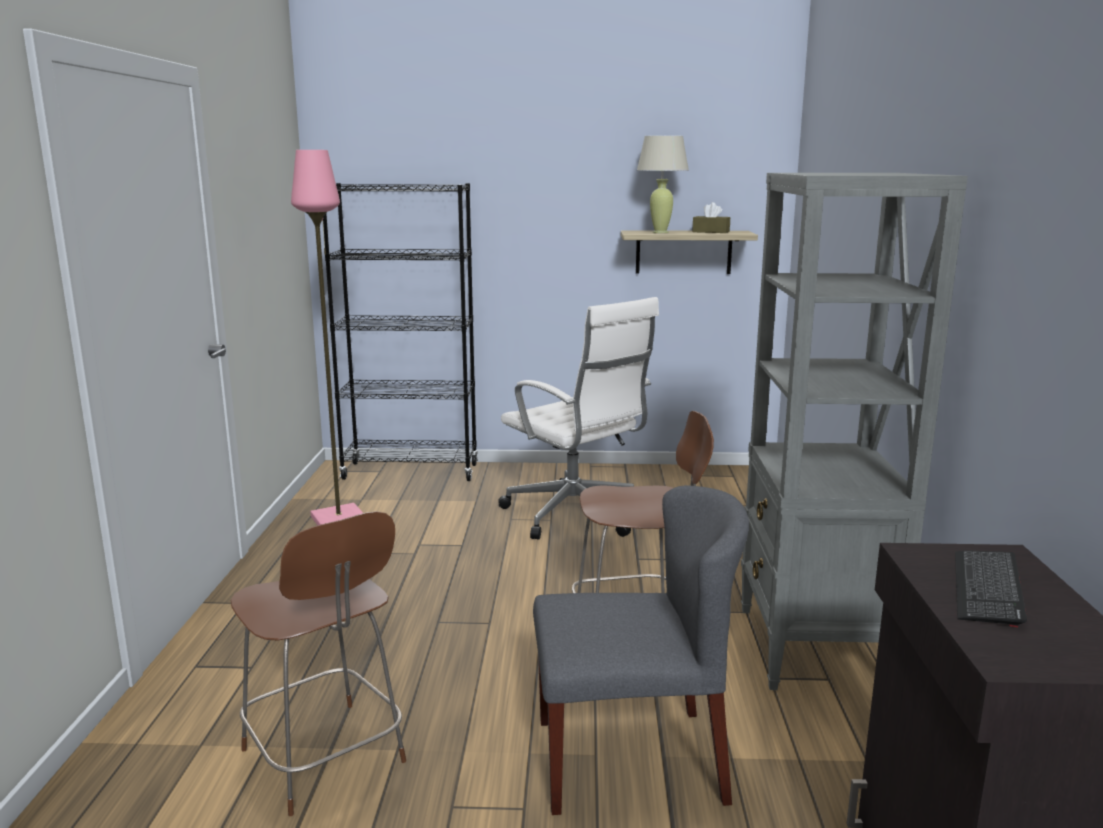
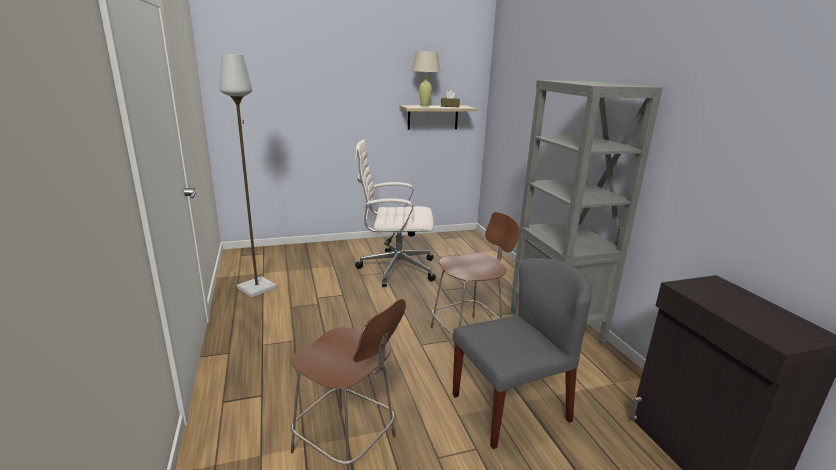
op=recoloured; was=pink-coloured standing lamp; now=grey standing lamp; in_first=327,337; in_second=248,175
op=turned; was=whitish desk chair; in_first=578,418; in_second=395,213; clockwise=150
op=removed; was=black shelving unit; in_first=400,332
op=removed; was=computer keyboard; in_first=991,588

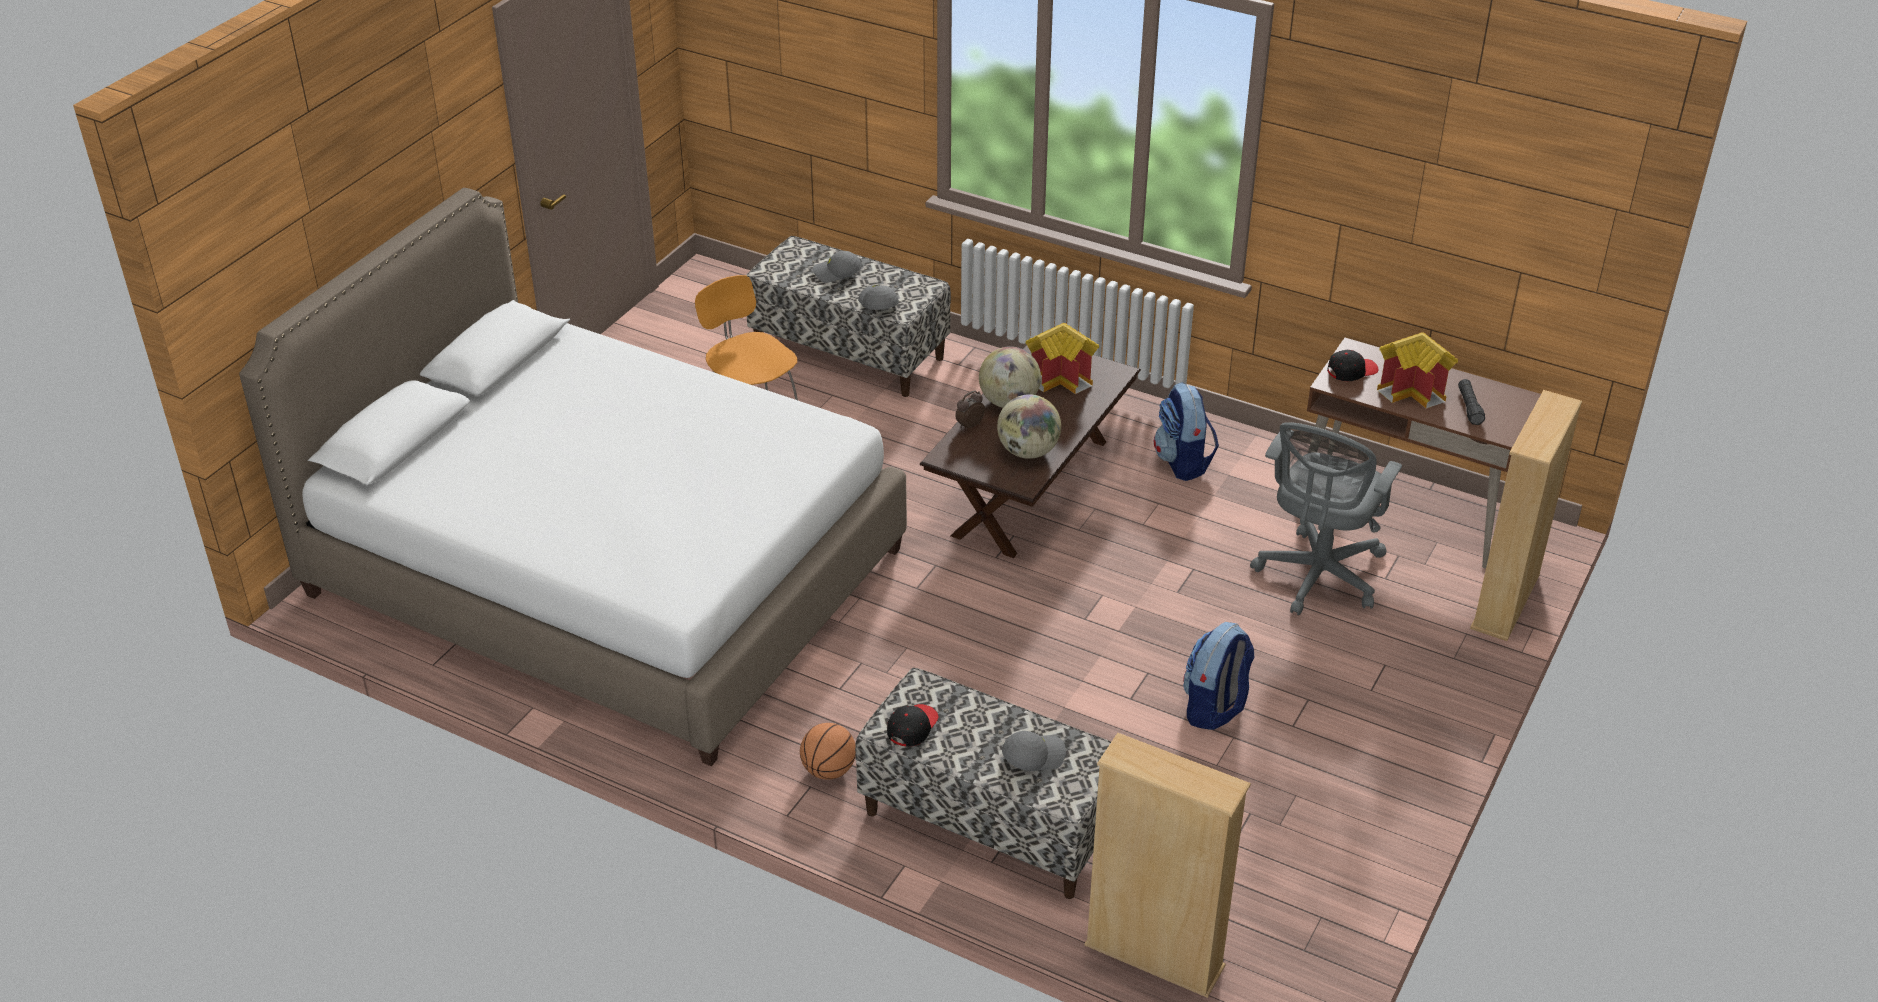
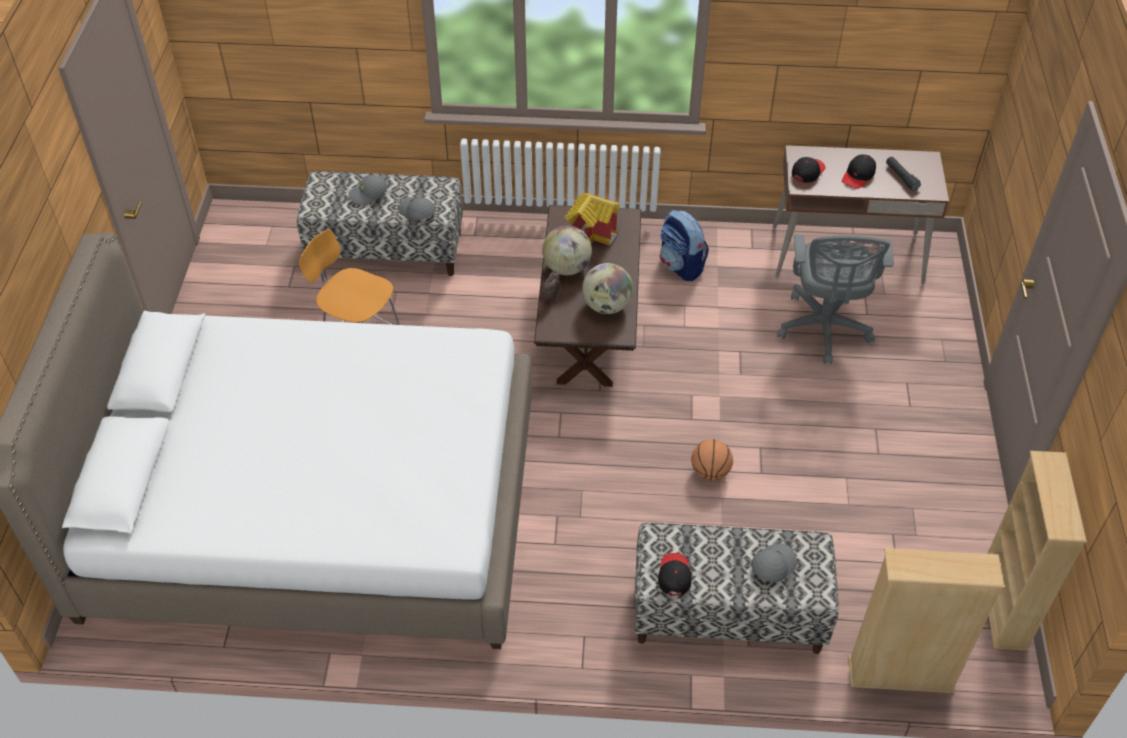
op=moved; was=basketball; in_first=828,751; in_second=712,460
op=replaced; was=toy house; now=black baseball cap; in_first=1417,370; in_second=859,171
op=moved; was=beige shelving unit; in_first=1526,515; in_second=1037,551
op=removed; was=knapsack; in_first=1219,676

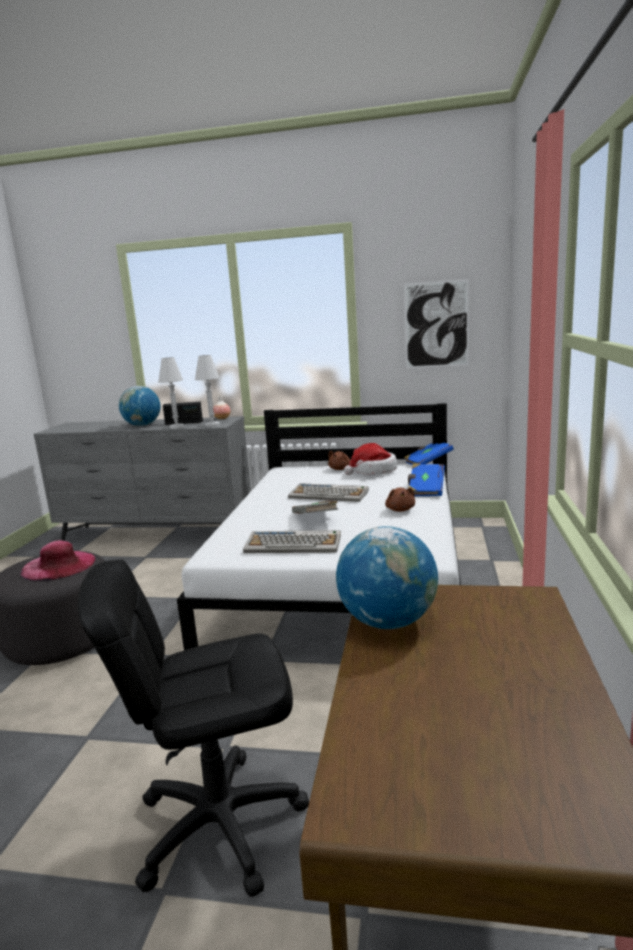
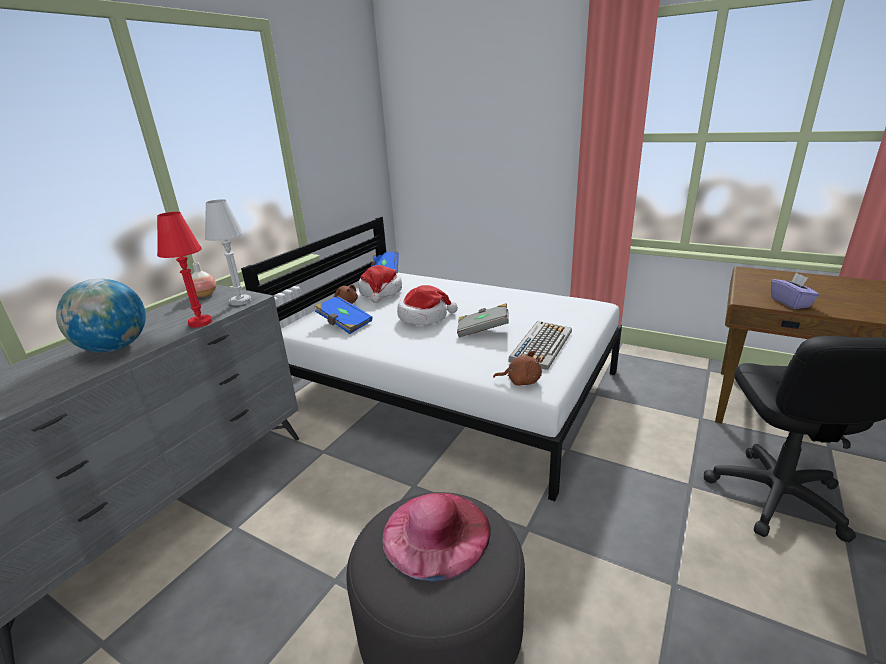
op=recoloured; was=whitish lamp for a table; now=reddish lamp for a table; in_first=171,393; in_second=184,270
op=moved; was=blue-coloured book; in_first=426,479; in_second=344,315
op=replaced; was=computer keyboard; now=wearable hat; in_first=328,492; in_second=427,305
op=moved; was=brownish cuddly toy; in_first=400,500; in_second=517,368
op=replaced; was=globe; now=purple tissue holder; in_first=387,577; in_second=795,291
op=removed; was=radio receiver; in_first=183,413
op=removed; was=wall art; in_first=436,323

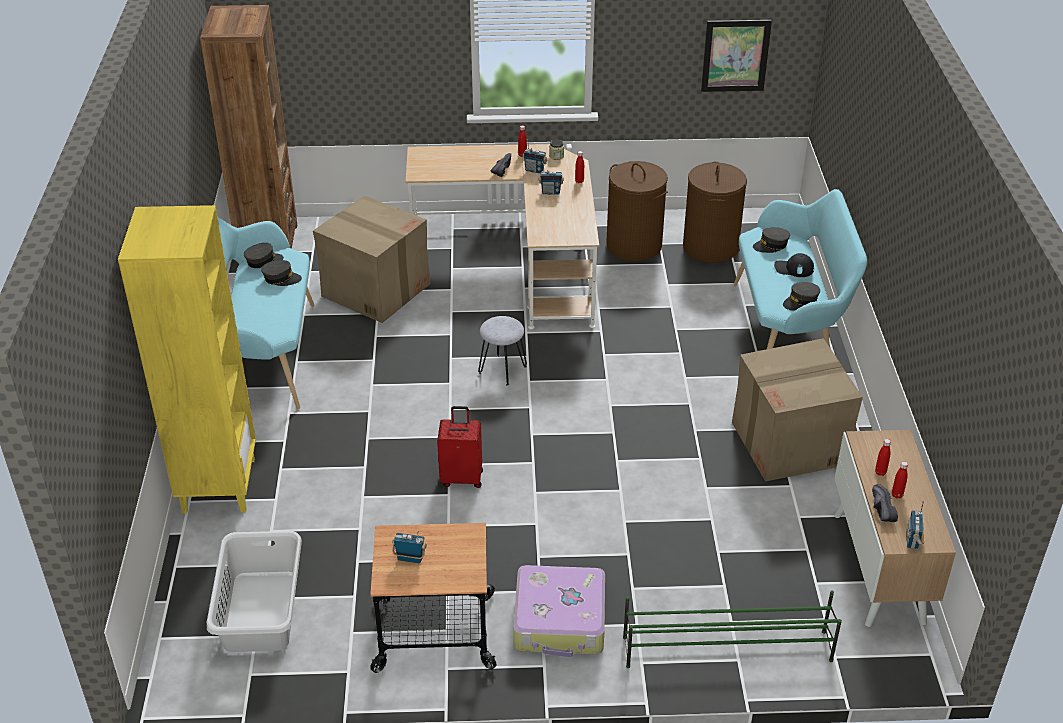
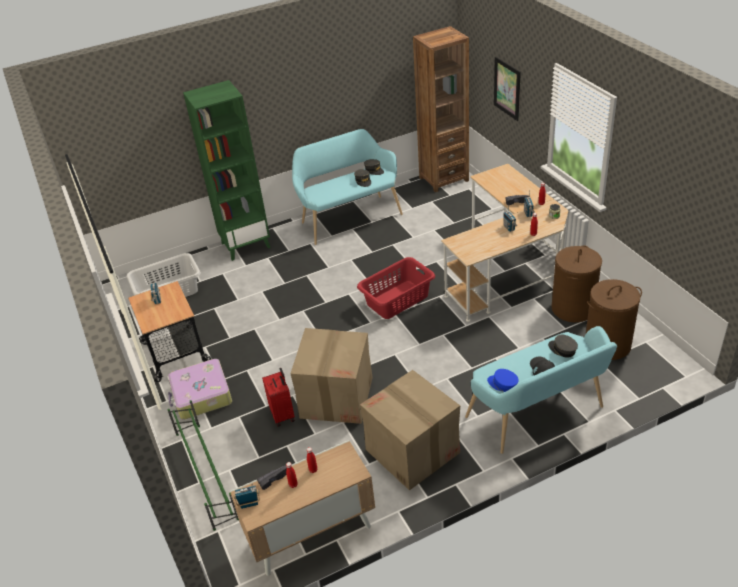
op=recoloured; was=yellow shelving unit; now=green-coloured shelving unit; in_first=187,359; in_second=227,170
op=moved; was=reddish piece of luggage; in_first=460,447; in_second=278,397
op=moved; was=carton; in_first=371,259; in_second=331,376
op=replaced; was=grey sitting stool; now=reddish washing basket; in_first=502,351; in_second=396,288
op=recoloured; was=grey baseball cap; now=blue-coloured baseball cap; in_first=801,296; in_second=503,380
op=moved; was=wall art; in_first=736,56; in_second=507,89

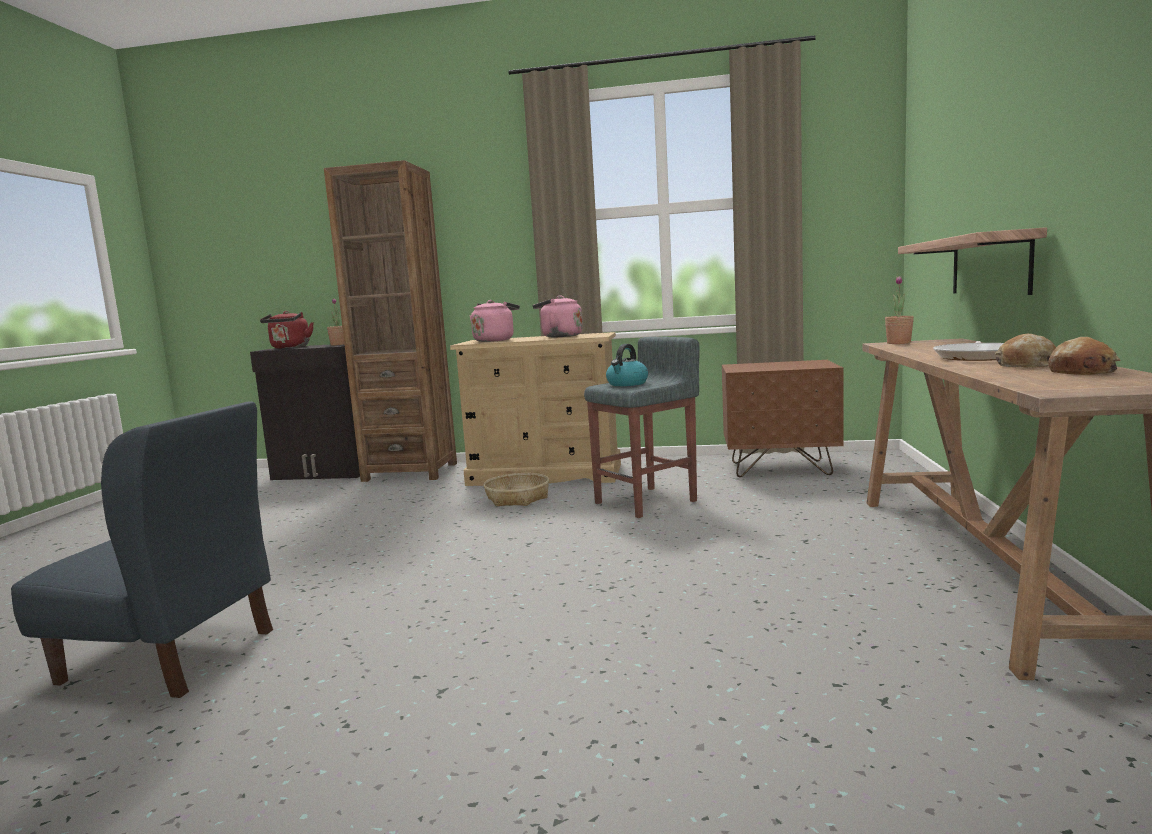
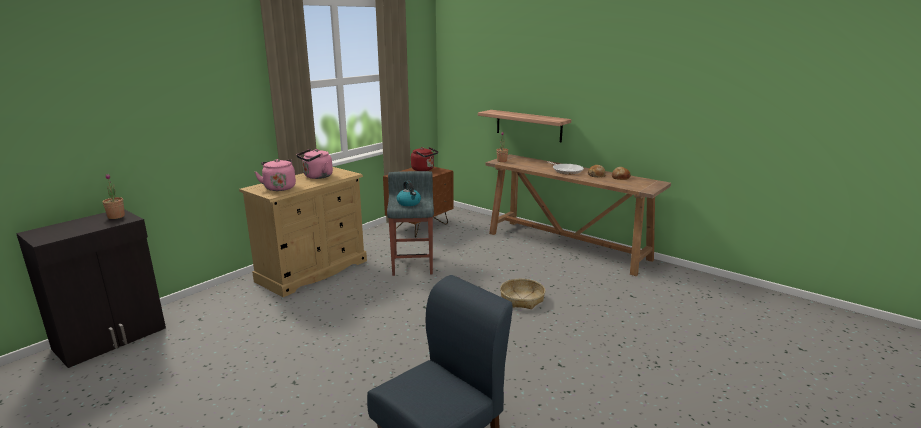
op=moved; was=reddish tea kettle; in_first=287,330; in_second=424,159
op=moved; was=basket; in_first=516,489; in_second=522,294
op=removed; was=brownish shelving unit; in_first=390,321

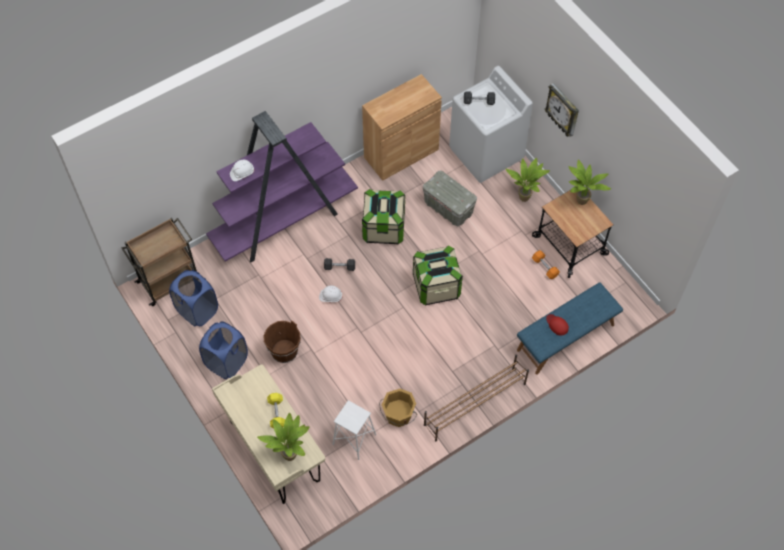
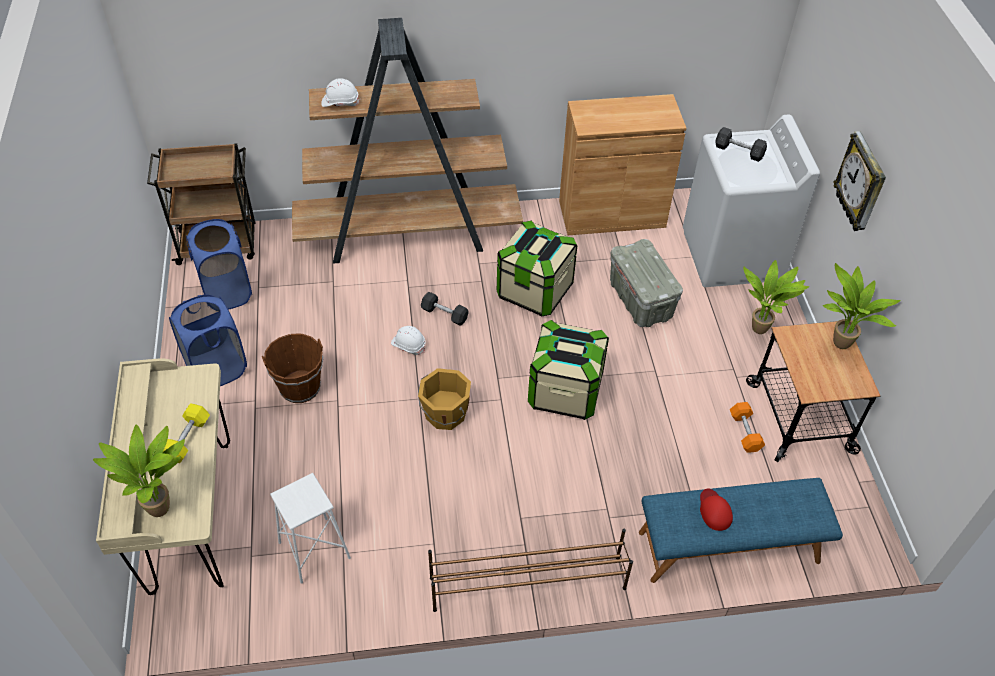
op=recoloured; was=purple shelving unit; now=brownish shelving unit; in_first=282,186; in_second=407,141
op=moved; was=orange-coloured water bucket; in_first=398,408; in_second=444,399

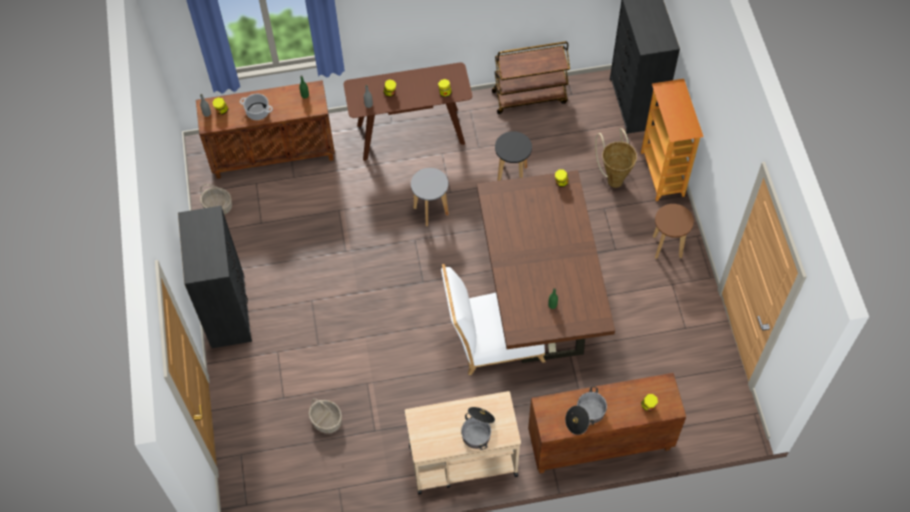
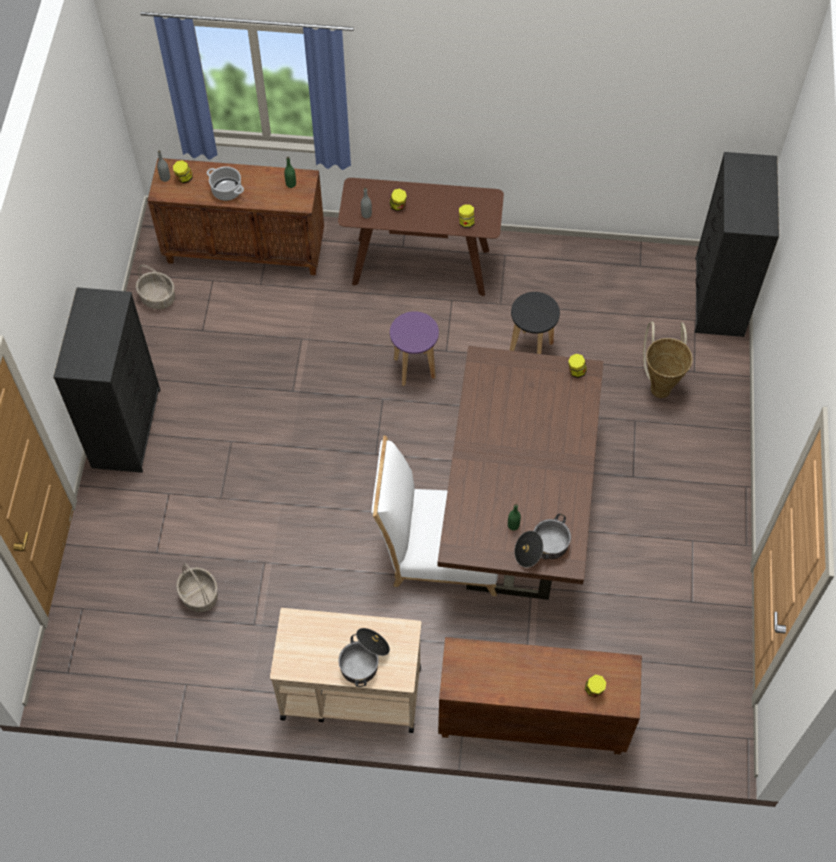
op=recoloured; was=grey sitting stool; now=purple sitting stool; in_first=430,197; in_second=414,348
op=moved; was=cooking pot; in_first=586,410; in_second=542,540
op=removed; was=brownish cart; in_first=531,77
op=removed; was=shelving unit; in_first=672,140
op=removed; was=brownish sitting stool; in_first=673,231

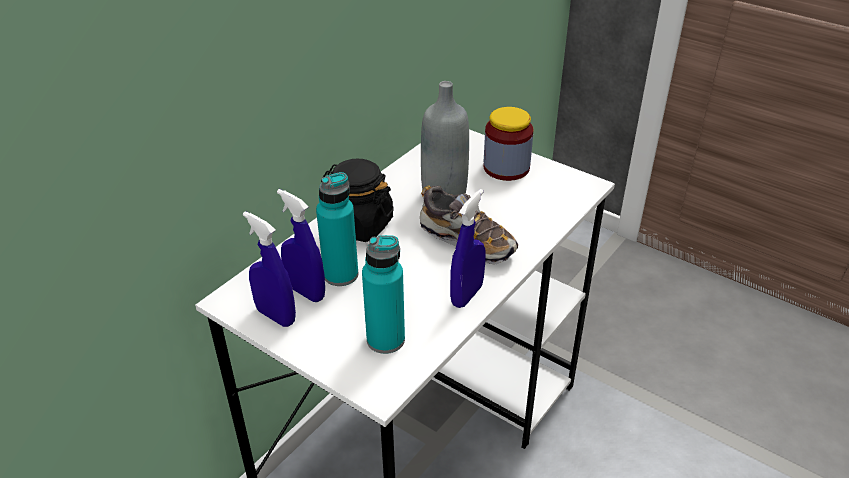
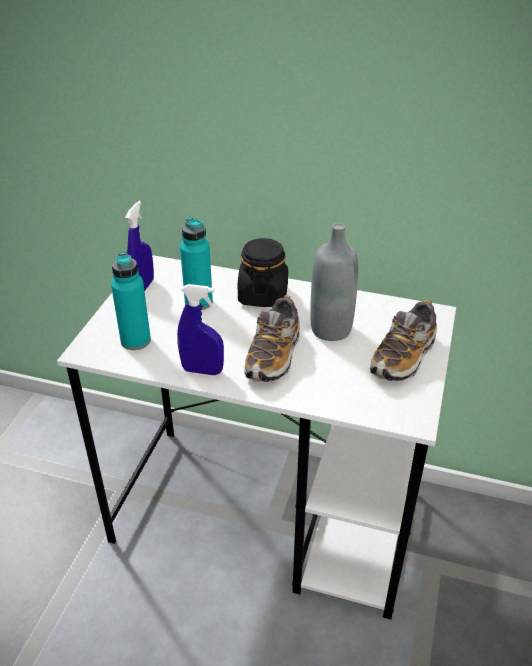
op=replaced; was=storage jar; now=low shoe; in_first=509,144; in_second=403,340
op=removed; was=blue-coloured spray bottle; in_first=301,245

